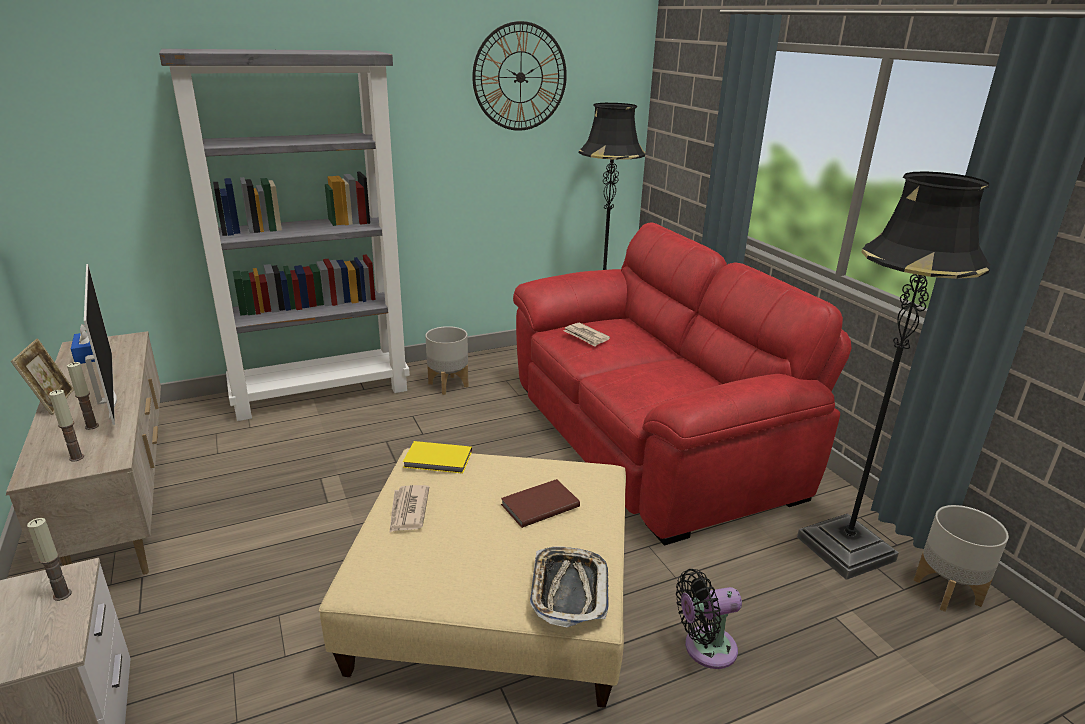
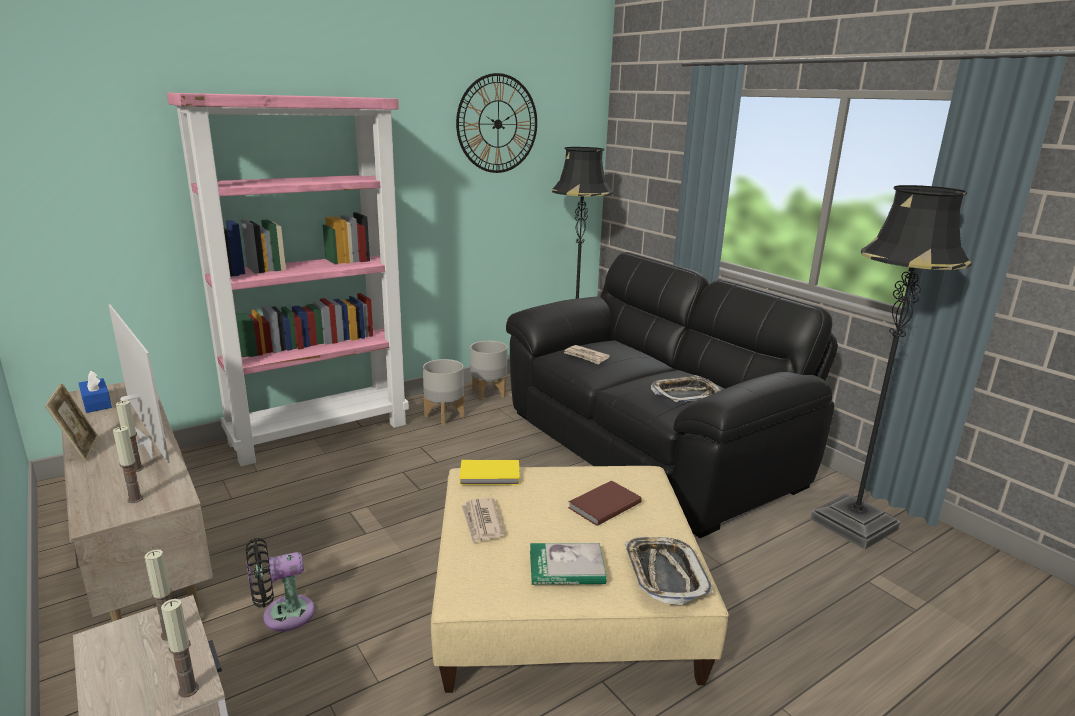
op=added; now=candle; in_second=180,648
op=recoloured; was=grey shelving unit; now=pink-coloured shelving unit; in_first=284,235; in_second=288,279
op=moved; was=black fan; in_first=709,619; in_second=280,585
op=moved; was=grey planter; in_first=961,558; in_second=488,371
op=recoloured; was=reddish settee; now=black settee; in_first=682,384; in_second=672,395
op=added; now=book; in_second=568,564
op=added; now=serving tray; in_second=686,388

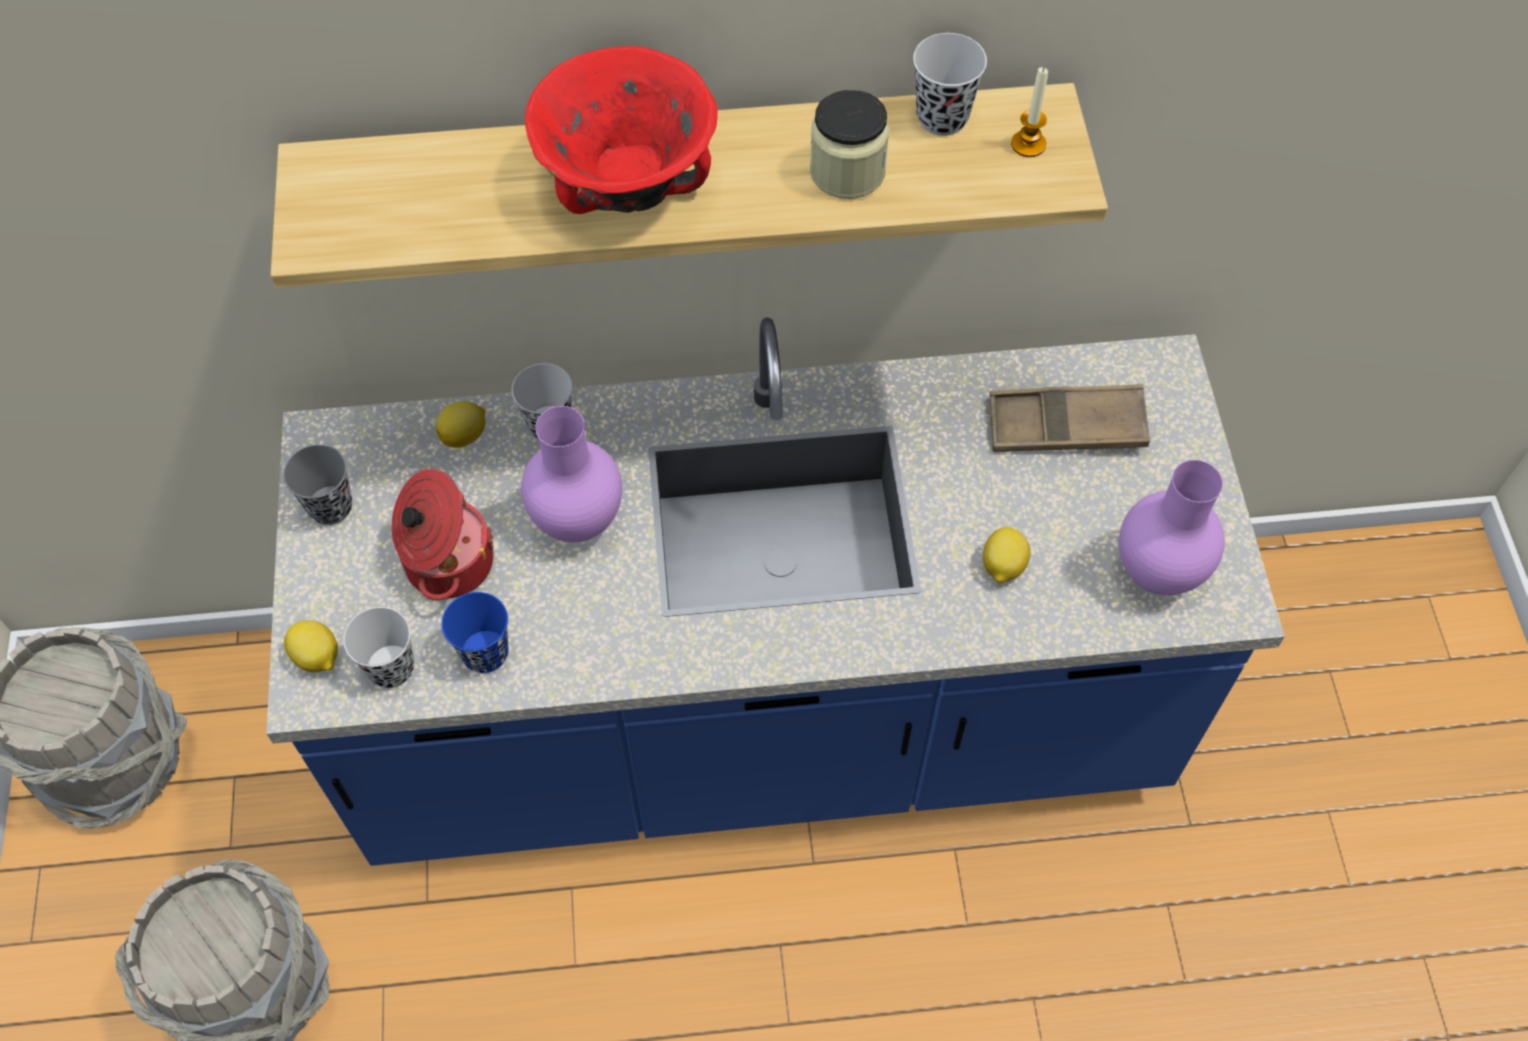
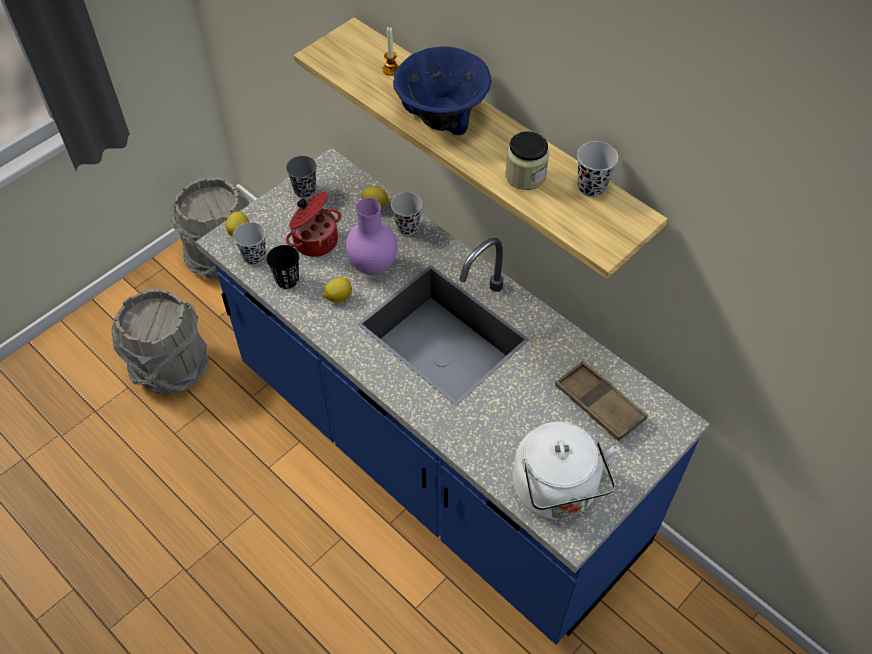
op=recoloured; was=blue-coloured drinking cup; now=black drinking cup; in_first=475,632; in_second=282,267
op=moved; was=whole lemon; in_first=1006,555; in_second=337,289
op=moved; was=candle; in_first=1029,112; in_second=390,51
op=recoloured; was=reddish bowl; now=blue-coloured bowl; in_first=621,130; in_second=442,90
op=replaced; was=purple vase; now=whitish tea kettle; in_first=1172,527; in_second=566,470

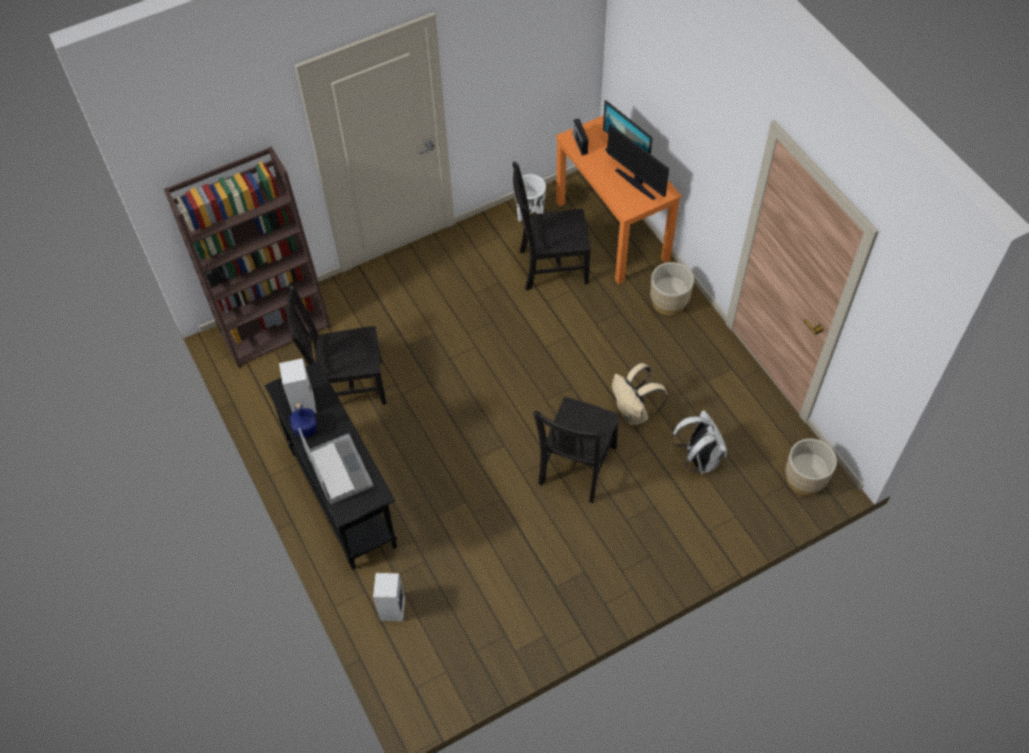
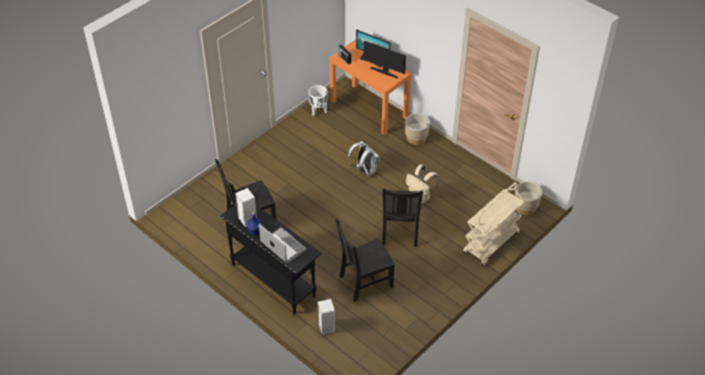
op=moved; was=black plain chair; in_first=552,226; in_second=365,260
op=moved; was=whitish knapsack; in_first=699,441; in_second=364,158
op=added; now=beige cart; in_second=493,224
op=removed; was=brownish shelving unit; in_first=247,257

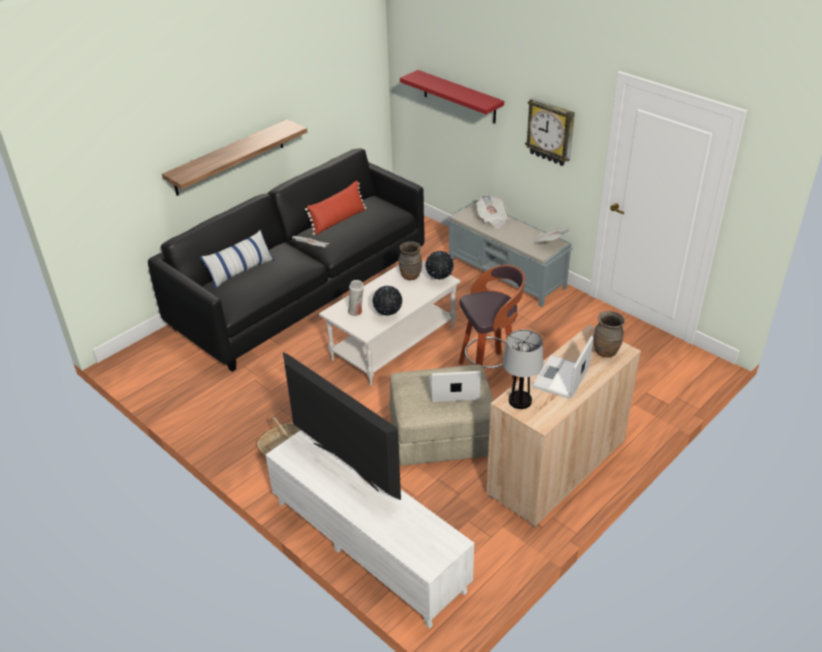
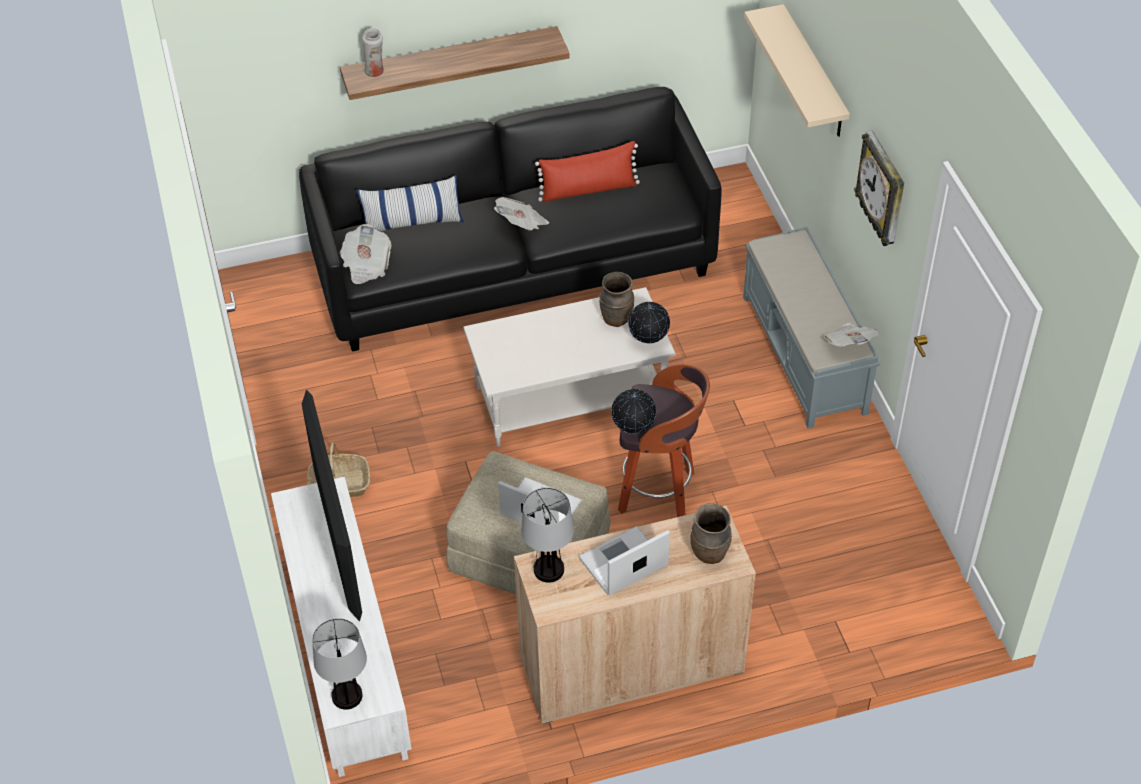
op=added; now=lamp for a table; in_second=339,664
op=moved; was=daily paper; in_first=493,212; in_second=366,254
op=moved; was=whitish vase; in_first=356,298; in_second=373,52
op=moved; was=globe; in_first=387,300; in_second=633,411
op=recoloured; was=reddish wall shelf; now=beige wall shelf; in_first=452,96; in_second=797,70

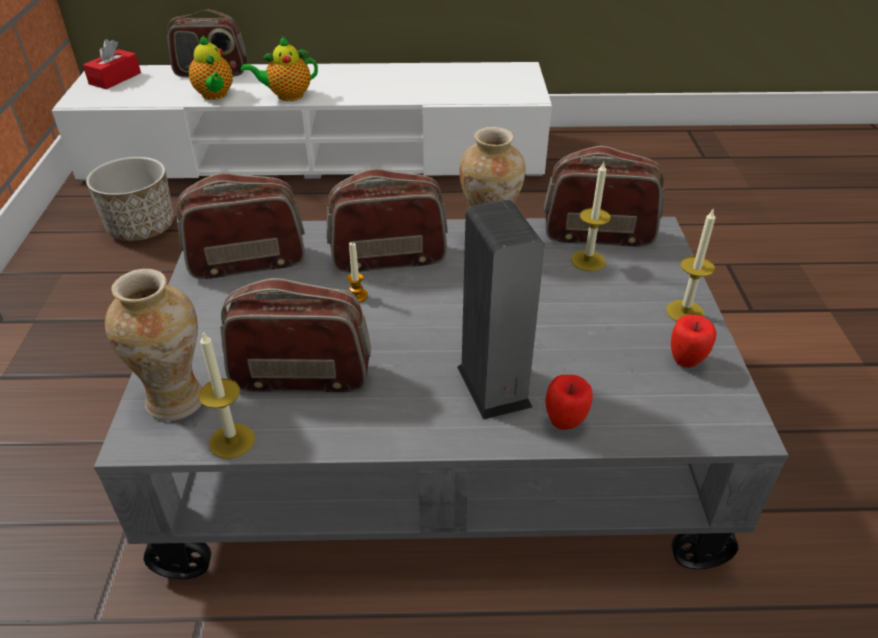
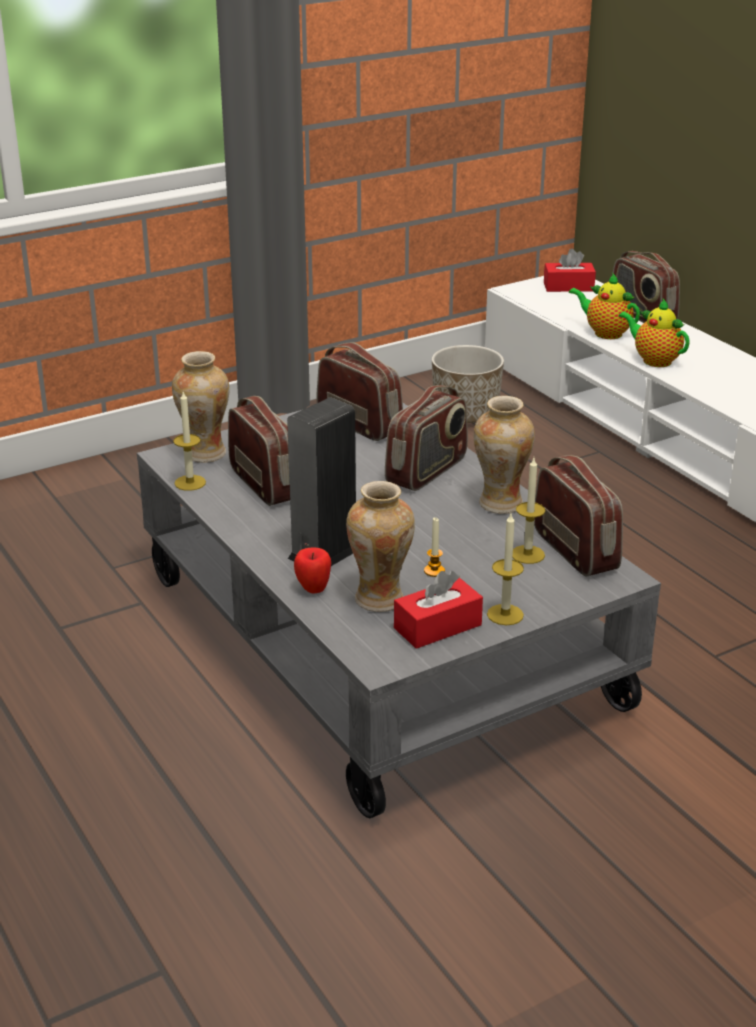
op=added; now=vase; in_second=380,546
op=turned; was=radio receiver; in_first=387,220; in_second=426,438; clockwise=75
op=replaced; was=apple; now=reddish tissue holder; in_first=694,341; in_second=438,610
op=moved; was=candle; in_first=357,272; in_second=434,547
op=turned; was=pot for tea; in_first=211,67; in_second=604,306; clockwise=90

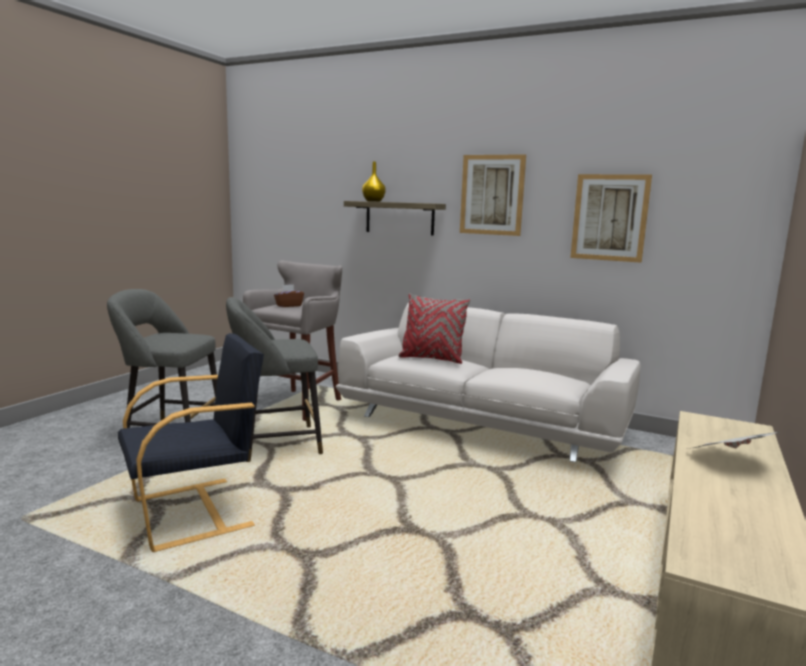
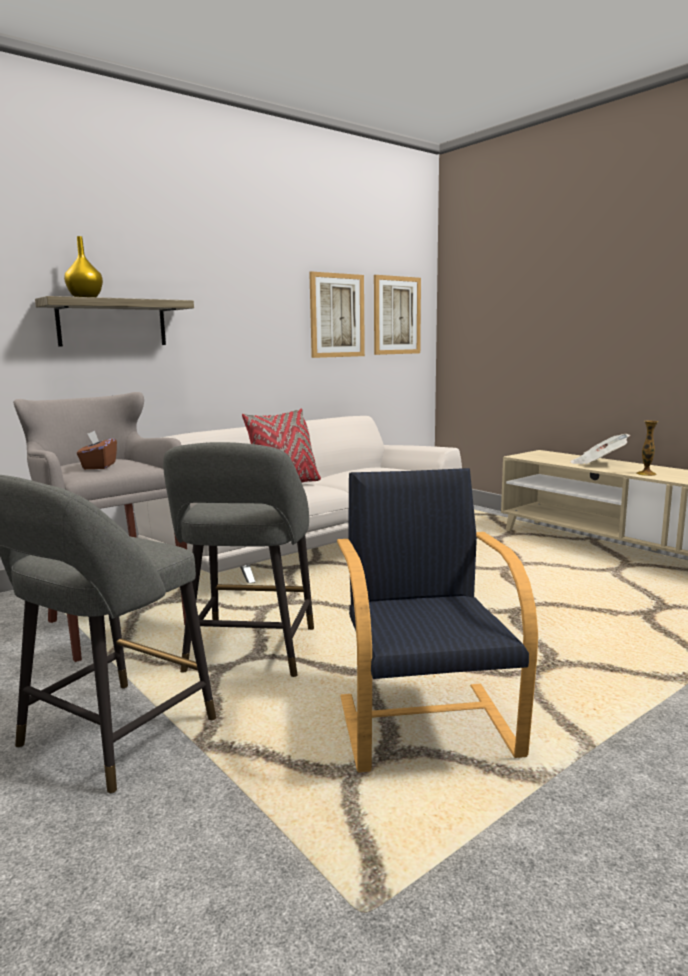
op=moved; was=wall art; in_first=493,195; in_second=397,315
op=added; now=vase; in_second=647,448

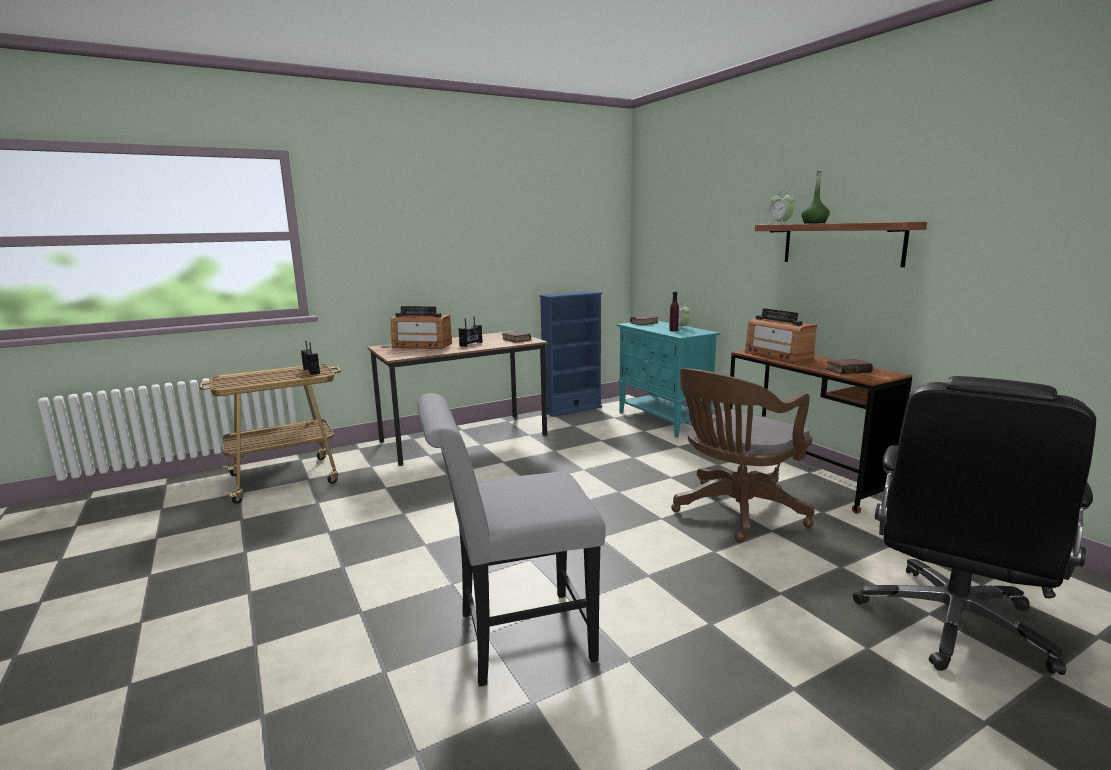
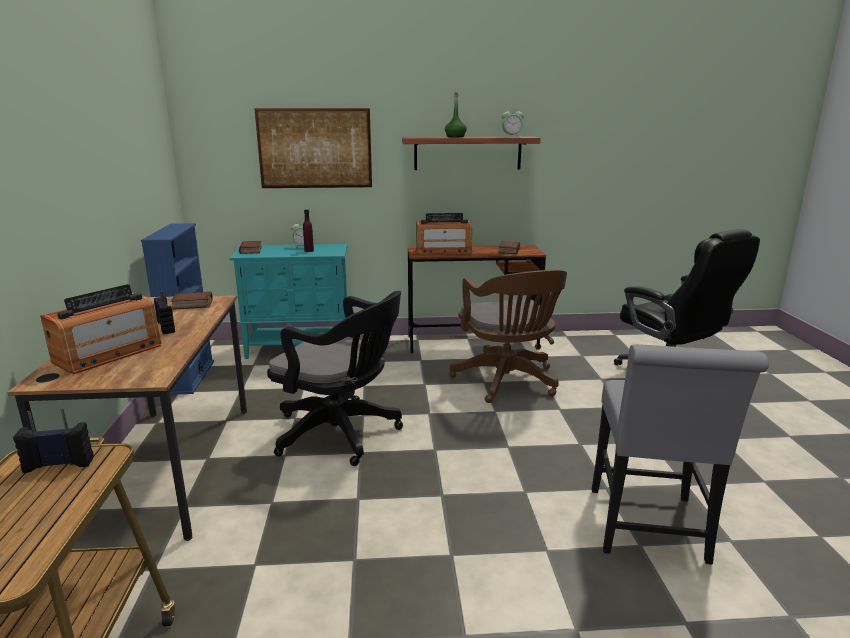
op=added; now=wall art; in_second=313,148
op=added; now=black desk chair; in_second=335,378
op=moved; was=bedside clock; in_first=781,207; in_second=512,122

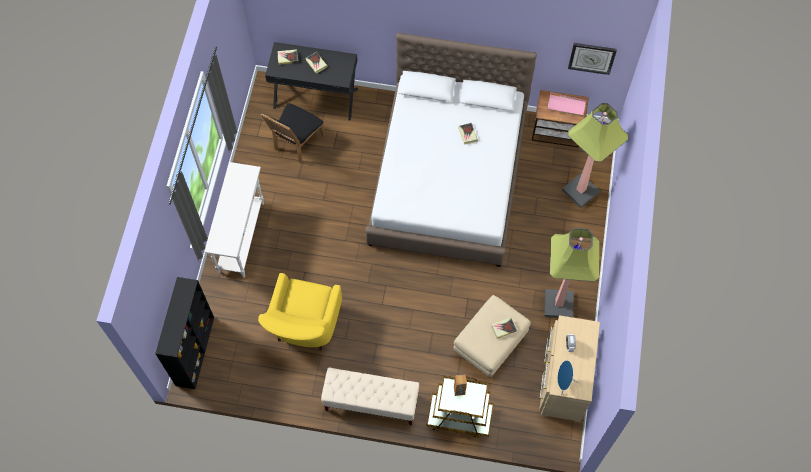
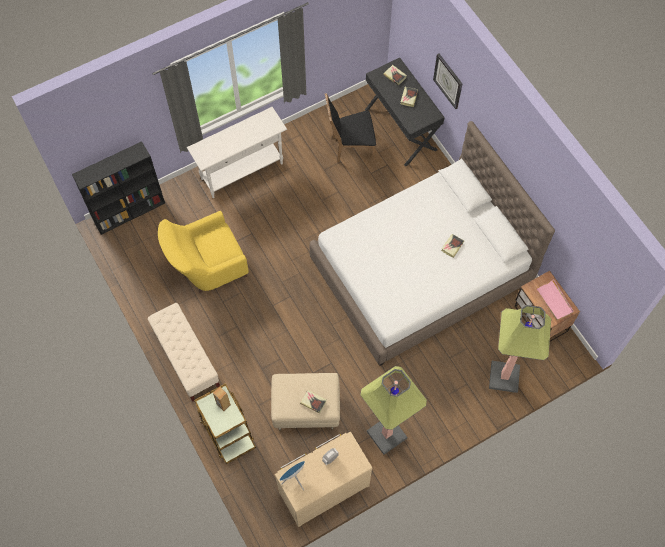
op=moved; was=clock on the wall; in_first=592,59; in_second=447,82

